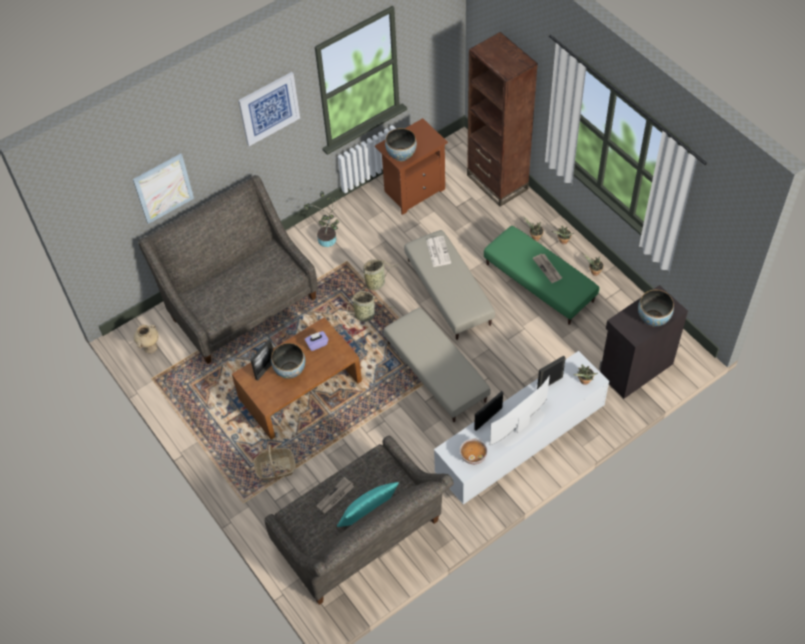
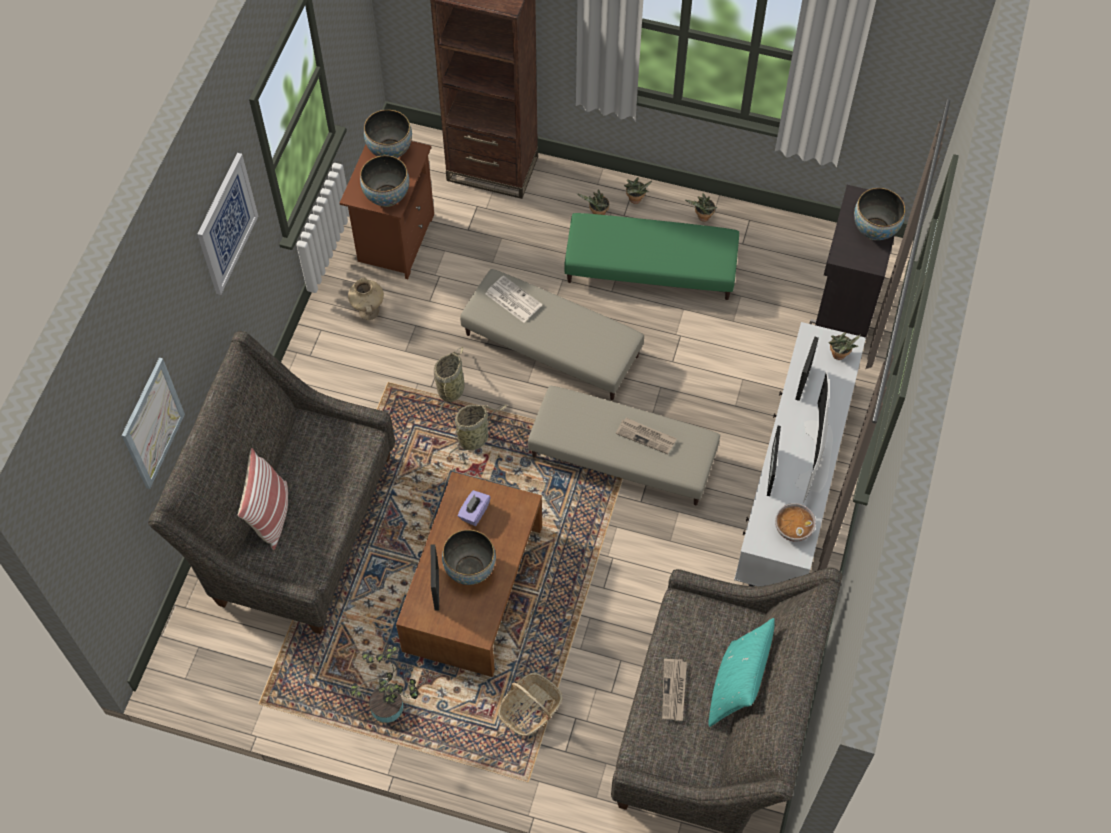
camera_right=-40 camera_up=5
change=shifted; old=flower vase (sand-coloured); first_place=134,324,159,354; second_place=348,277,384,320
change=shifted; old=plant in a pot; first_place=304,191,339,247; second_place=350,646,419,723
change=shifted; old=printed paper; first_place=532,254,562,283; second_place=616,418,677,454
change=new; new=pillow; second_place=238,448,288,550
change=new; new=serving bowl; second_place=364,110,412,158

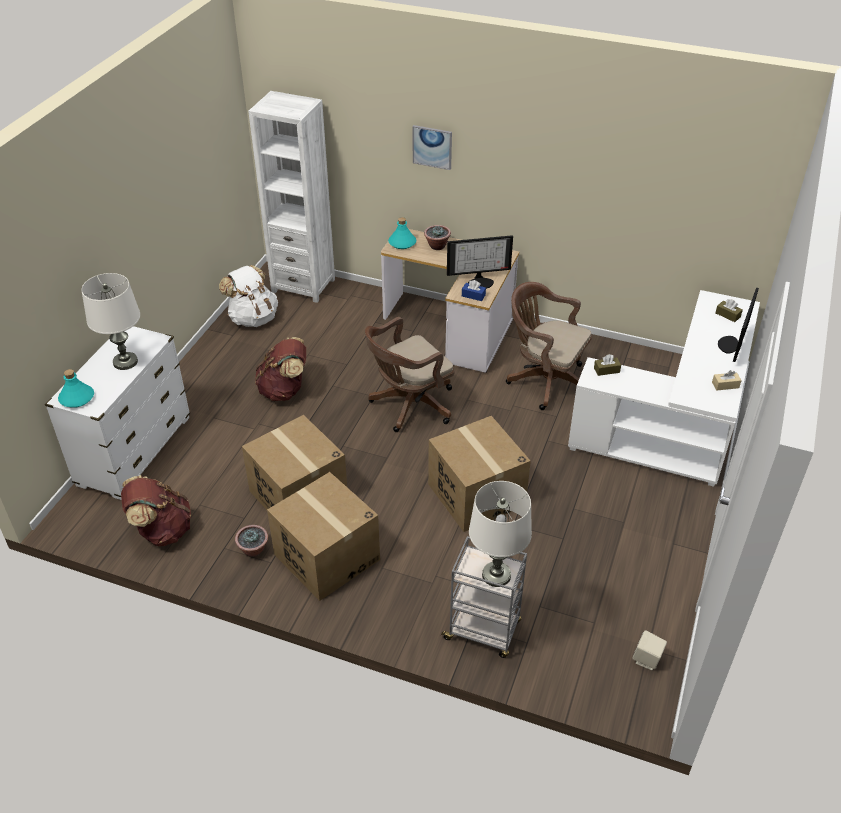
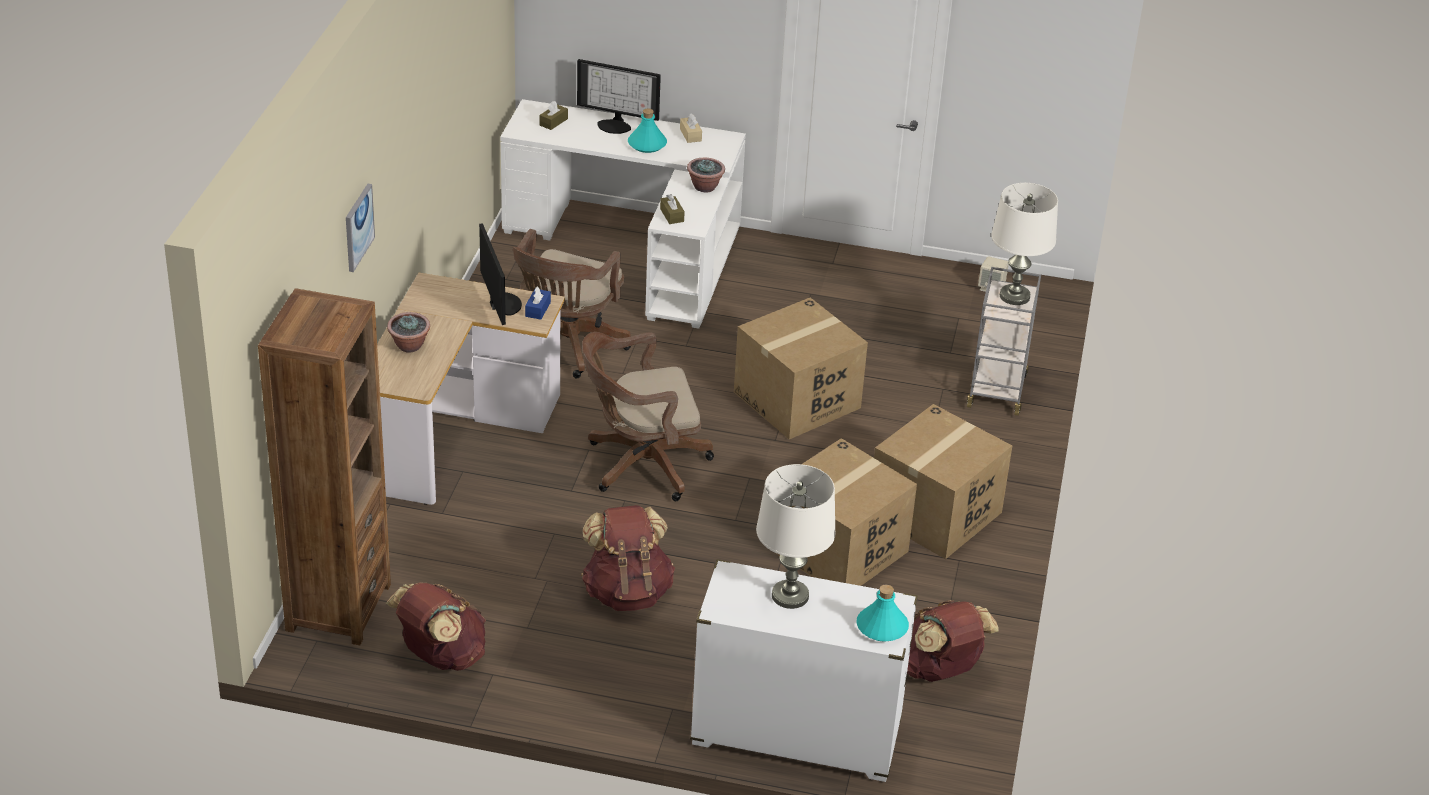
camera_right=-100 camera_up=-5
change=repainted; old=backpack (white-coloured); new=backpack (brownish); first_place=219,265,278,327; second_place=386,582,486,671
change=shifted; old=plant in a pot; first_place=235,525,268,557; second_place=687,158,725,193
change=repainted; old=bookshelf (white-coloured); new=bookshelf (brownish); first_place=248,91,335,303; second_place=258,288,391,645
change=rotated; old=office chair (brownish); first_place=365,317,455,432; second_place=582,332,714,501; degrees=120
change=shifted; old=drink bottle (blue-green); first_place=388,217,416,249; second_place=628,109,667,153

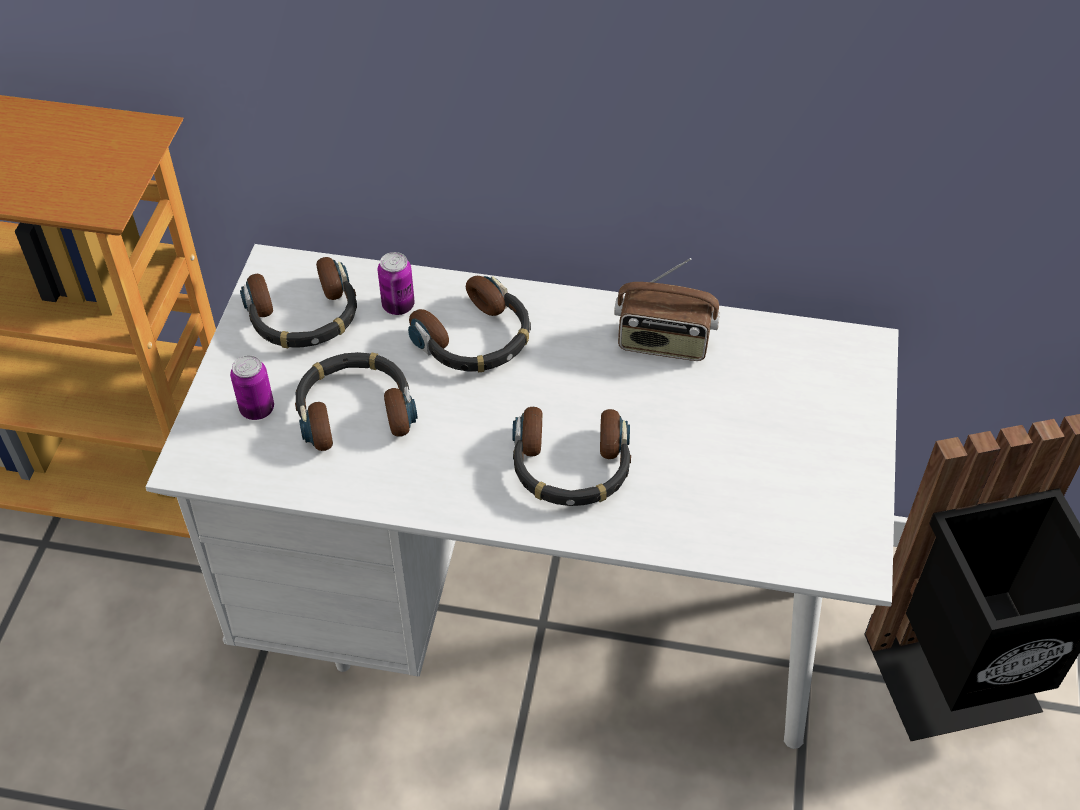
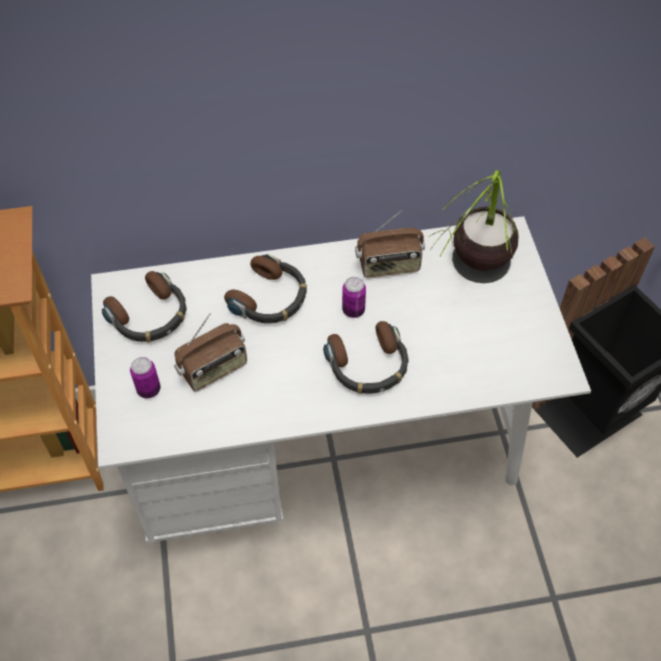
camera_right=-20 camera_up=5
change=swapped; old=headset; new=radio receiver; first_place=295,352,418,451; second_place=174,313,247,392
change=shifted; old=can; first_place=378,252,415,315; second_place=342,277,366,318
change=new; new=plant in a pot; second_place=429,170,519,283

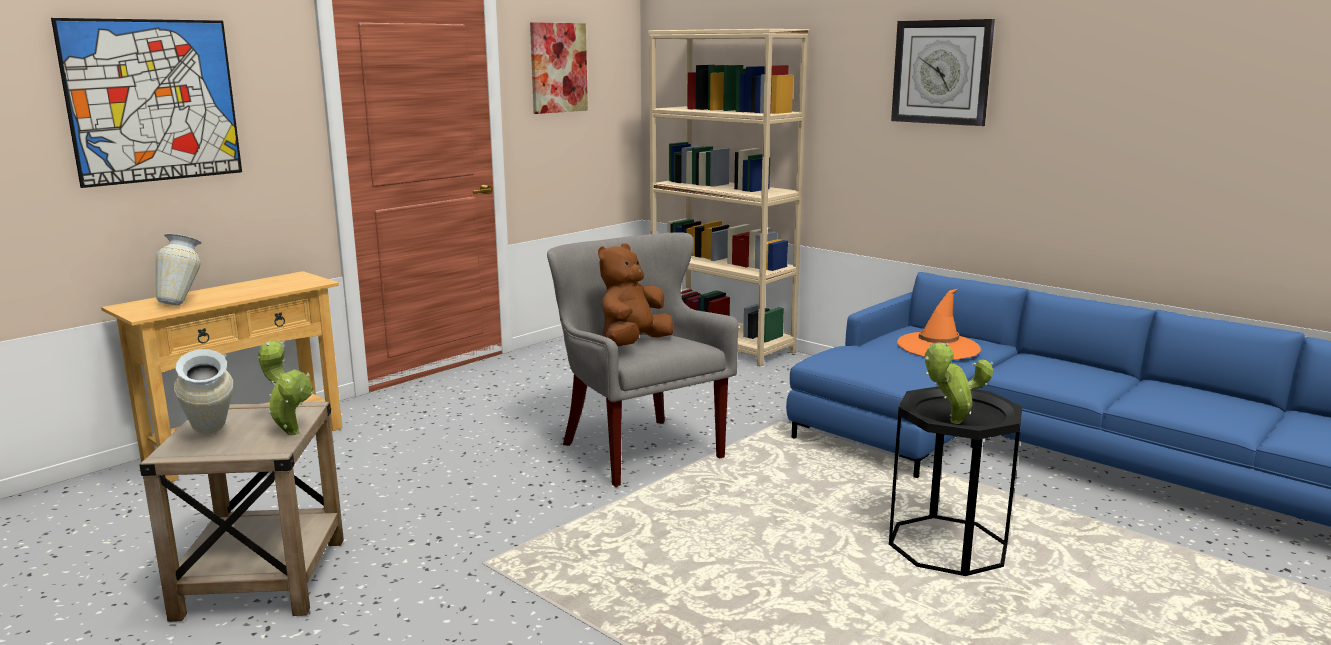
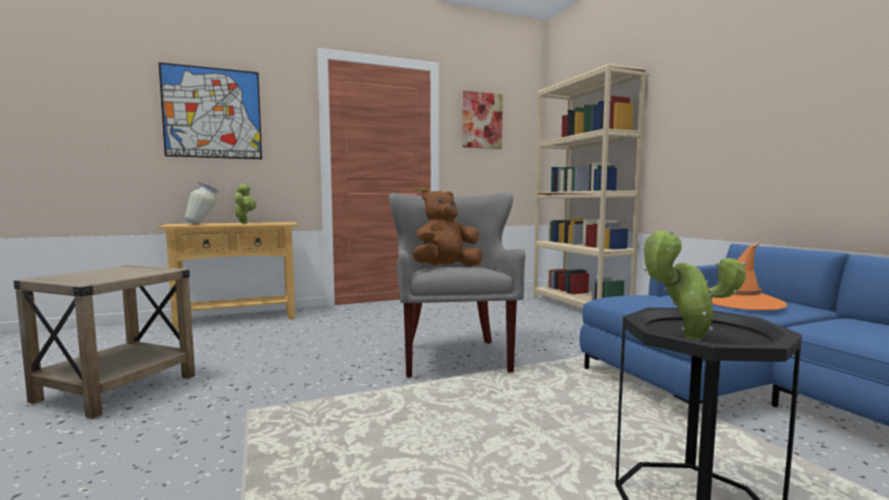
camera_right=25 camera_up=-10
change=gone; old=flower vase; first_place=174,349,233,434
change=shifted; old=plant in a pot; first_place=258,341,313,435; second_place=233,183,256,224
change=gone; old=wall clock; first_place=891,19,995,126

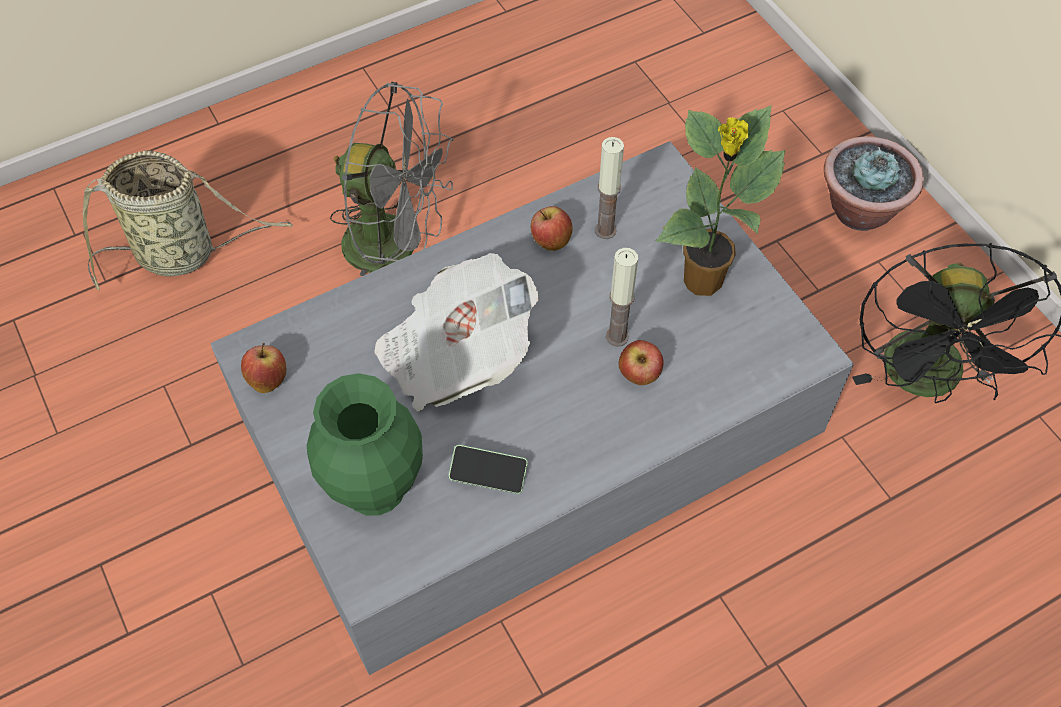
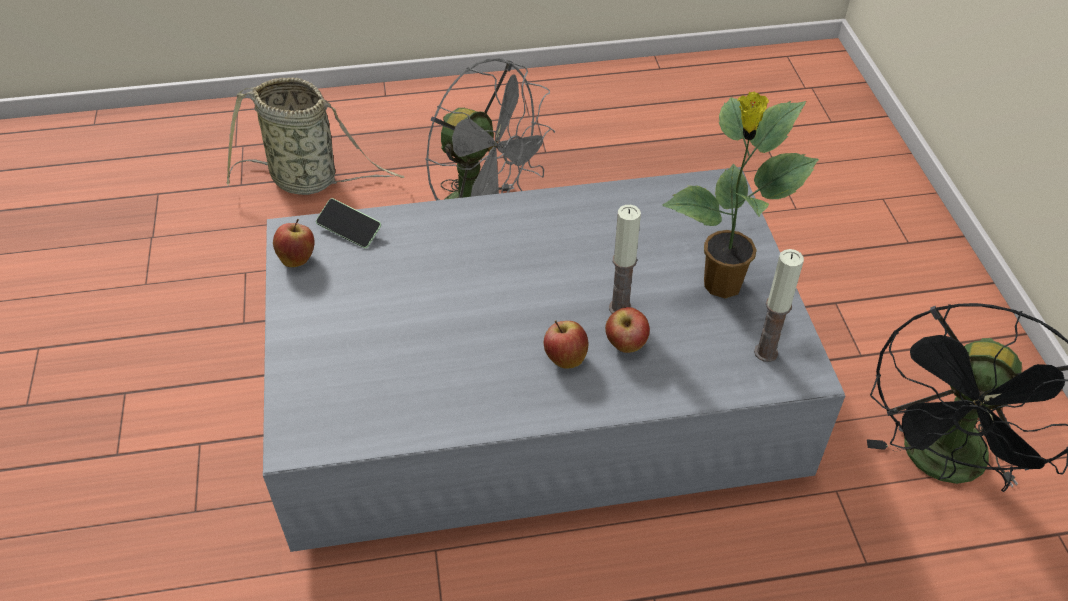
camera_right=20 camera_up=-10
change=gone; old=flower vase (green-coloured); first_place=307,373,423,516
change=gone; old=printed paper; first_place=374,253,539,412
change=shifted; old=phone; first_place=449,445,528,494; second_place=316,198,381,248
change=shifted; old=whole apple; first_place=531,206,573,251; second_place=544,320,589,369
change=shifted; old=candle; first_place=595,137,624,239; second_place=754,249,804,362
change=gone; old=plant in a pot; first_place=824,136,924,231

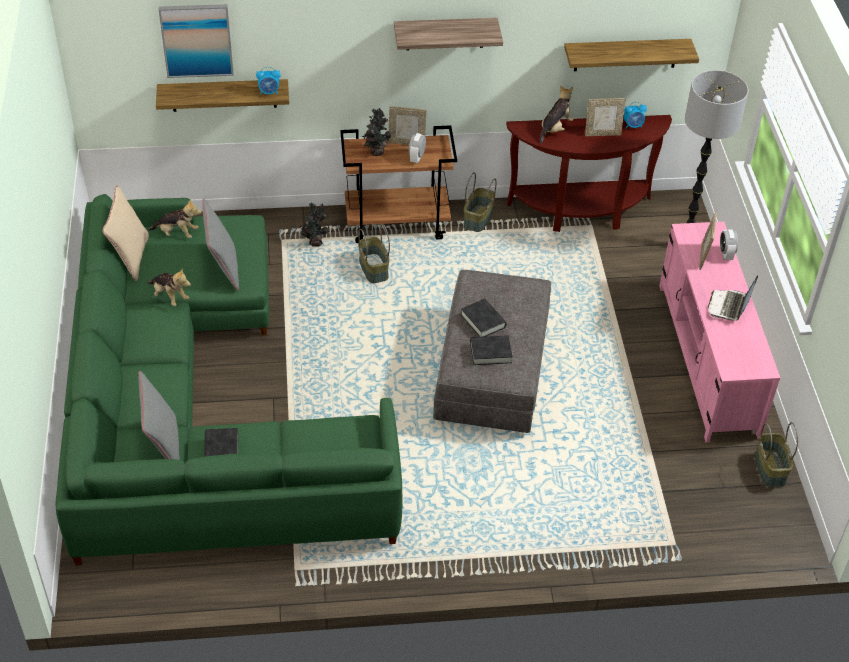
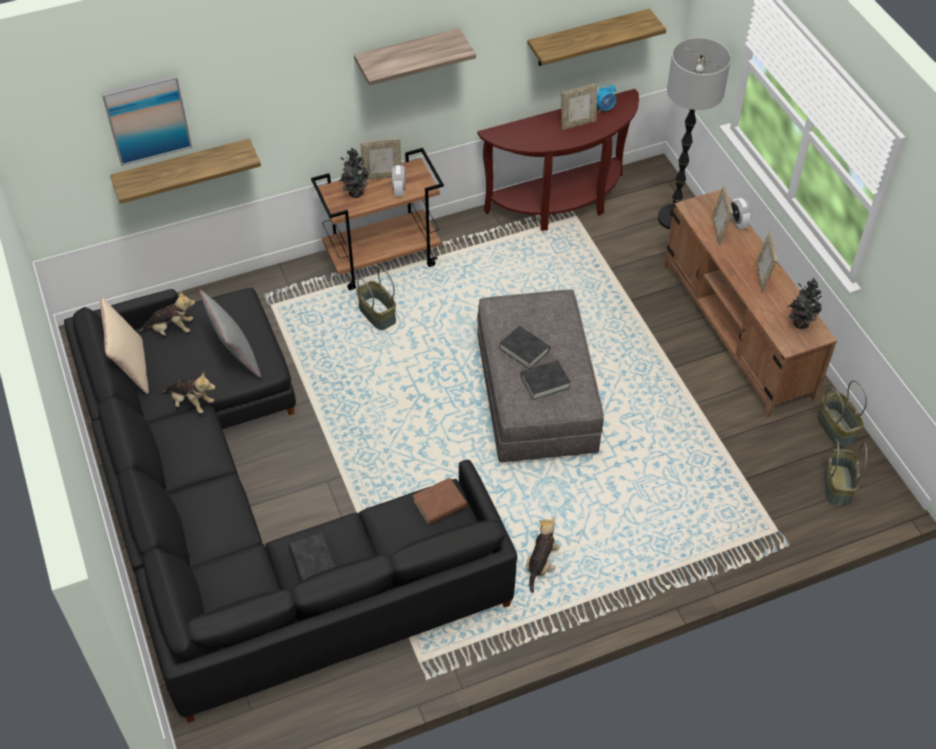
camera_right=-15 camera_up=5
change=repainted; old=settee (green-coloured); new=settee (black-coloured); first_place=56,194,402,566; second_place=64,287,517,723
change=gone; old=pillow (greyish); first_place=139,371,180,460
change=gone; old=bedside clock; first_place=256,67,281,95
change=shifted; old=plant in a pot; first_place=299,203,329,247; second_place=787,278,822,329
change=shifted; old=basket; first_place=463,172,497,232; second_place=825,439,867,506
change=shifted; old=cuddly toy; first_place=540,86,573,144; second_place=526,517,560,593
change=repainted; old=media console (pink); new=media console (brownish); first_place=659,222,780,443; second_place=664,189,837,417
change=swapped; old=notebook computer; new=photo frame; first_place=708,275,758,321; second_place=756,230,777,293
change=new; new=volume (brownish); second_place=412,478,467,525

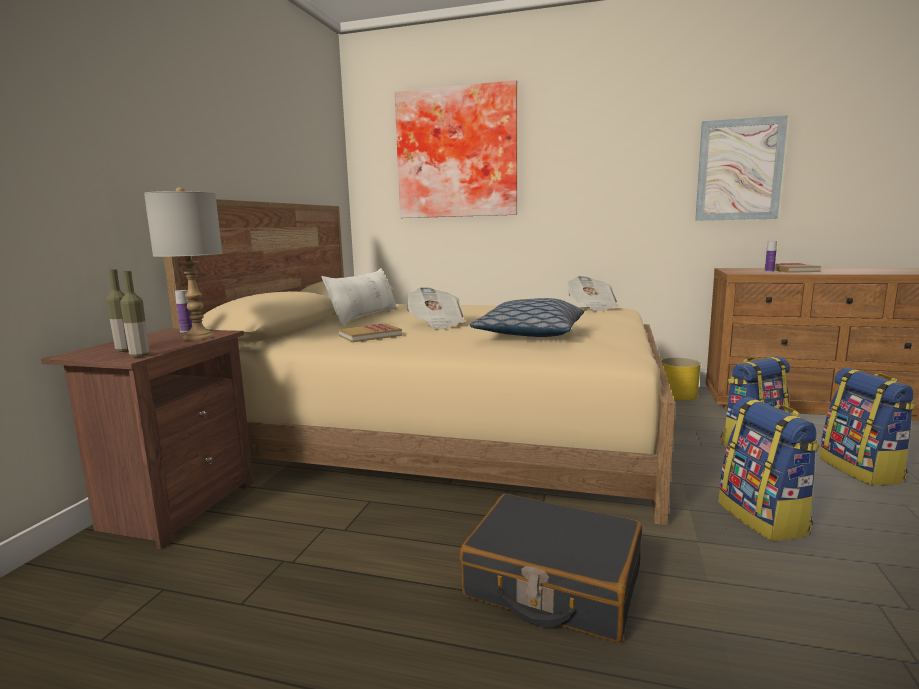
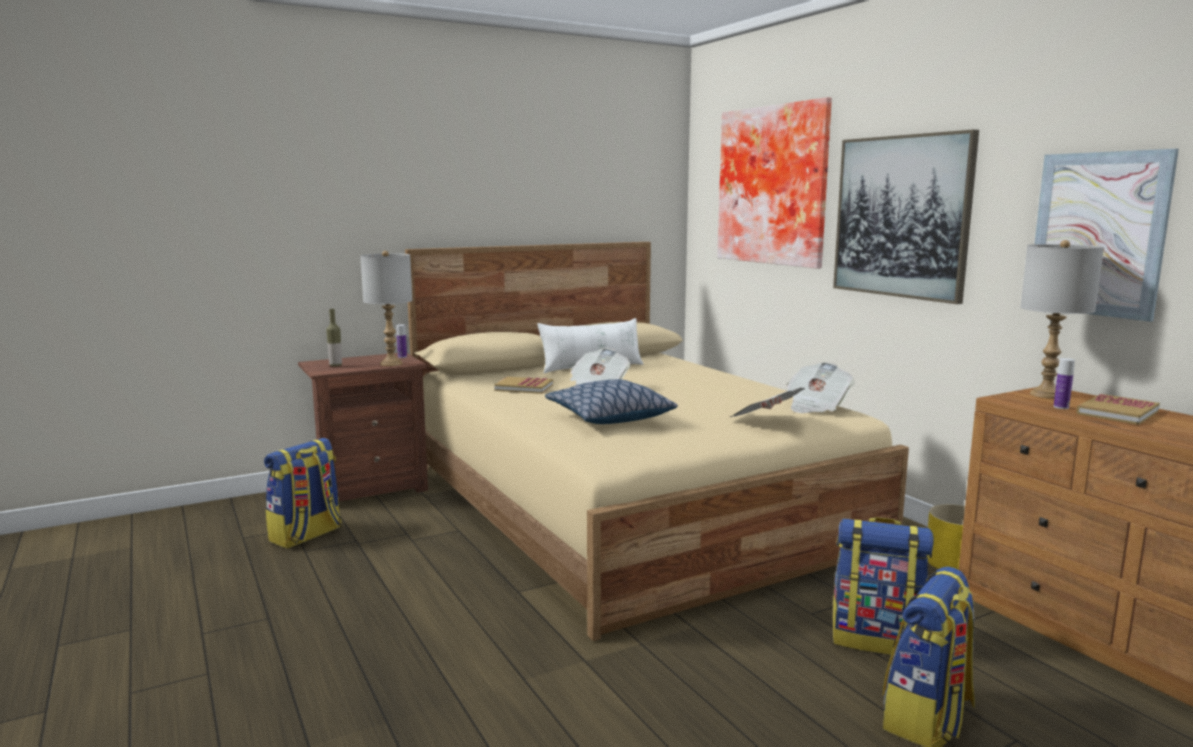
camera_right=45 camera_up=0
change=gone; old=drink bottle; first_place=120,271,149,358
change=gone; old=piece of luggage (black-coloured); first_place=460,493,642,643
change=shifted; old=backpack; first_place=719,397,820,541; second_place=264,438,342,549
change=new; new=printed paper; second_place=730,387,805,417
change=new; new=picture; second_place=833,130,979,304
change=new; new=tabletop lamp (greyish); second_place=1020,240,1104,399

